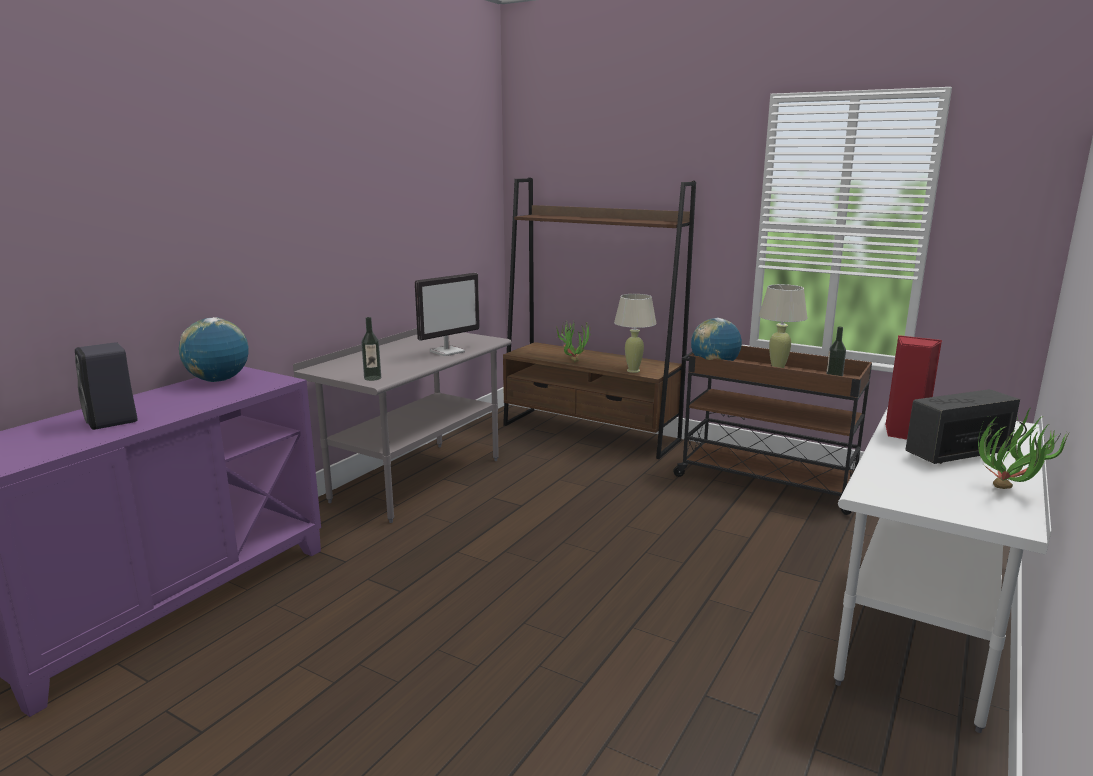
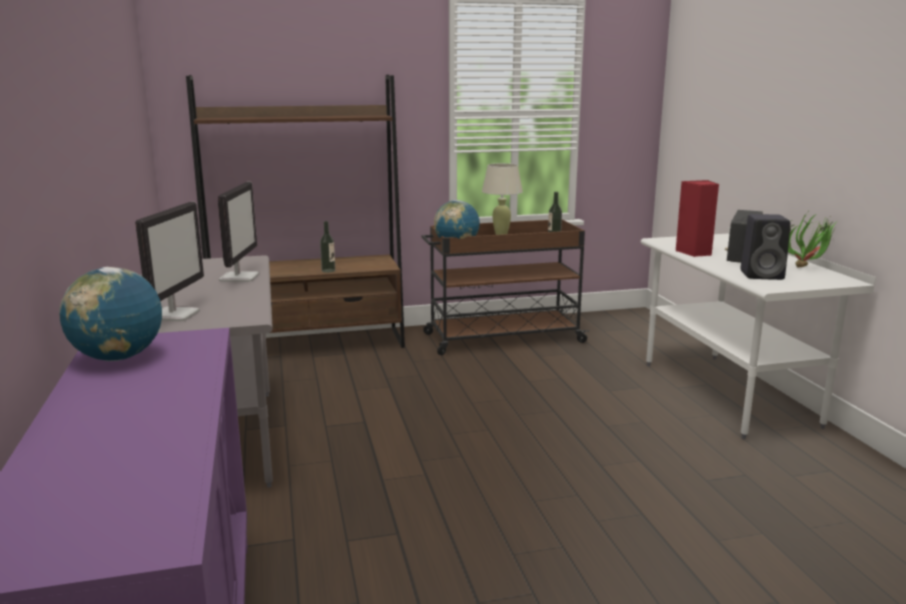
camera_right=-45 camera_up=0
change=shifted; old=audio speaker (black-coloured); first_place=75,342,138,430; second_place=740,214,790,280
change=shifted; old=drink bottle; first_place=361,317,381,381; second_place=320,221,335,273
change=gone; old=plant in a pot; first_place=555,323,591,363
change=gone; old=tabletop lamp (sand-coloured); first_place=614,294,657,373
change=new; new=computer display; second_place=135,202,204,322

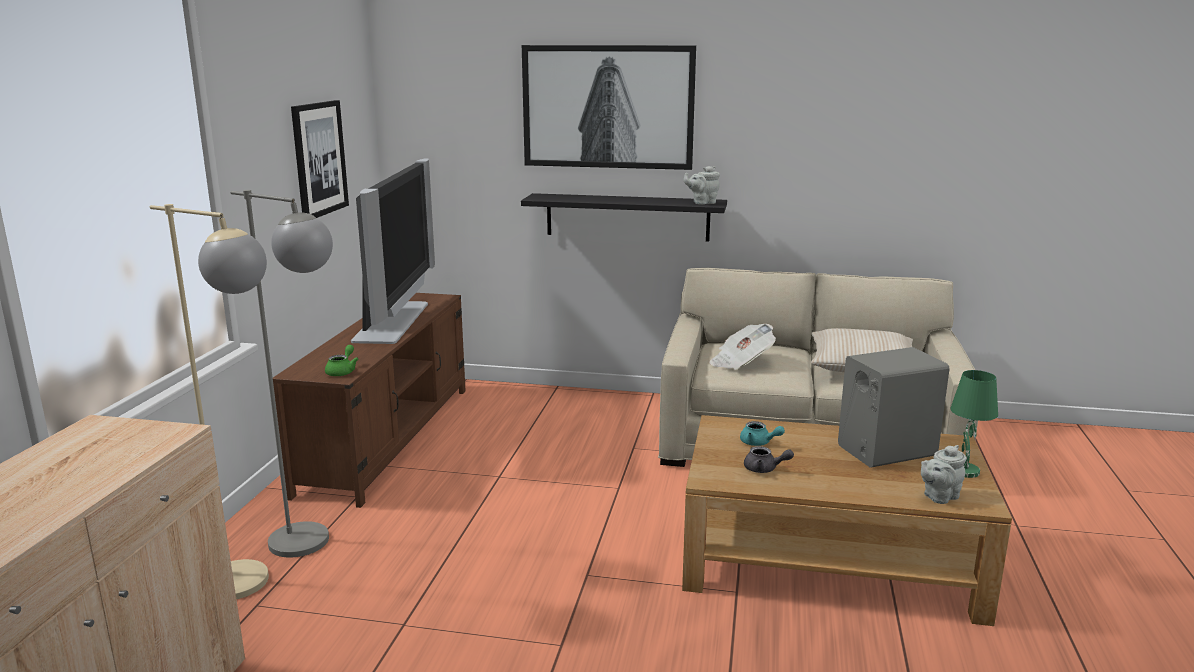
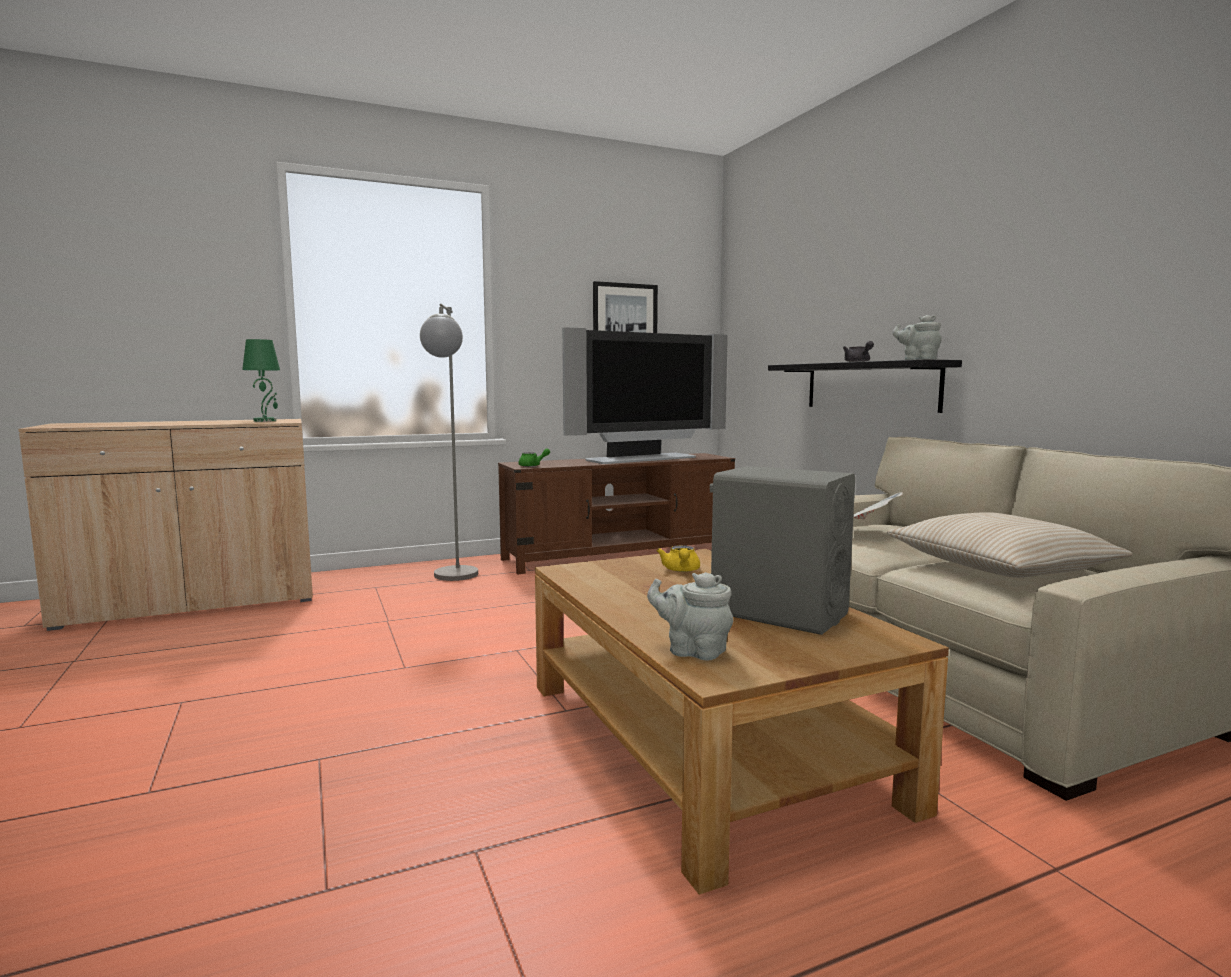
camera_right=55 camera_up=-10
change=gone; old=standard lamp (sand-coloured); first_place=150,204,269,599
change=gone; old=picture; first_place=522,45,696,170
change=repainted; old=tea pot (blue-green); new=tea pot (yellow-coloured); first_place=740,421,785,446; second_place=657,545,700,572
change=shifted; old=tea pot (greyish); first_place=744,446,794,473; second_place=843,341,874,362
change=shifted; old=tabletop lamp (green-coloured); first_place=950,370,998,478; second_place=242,339,280,422

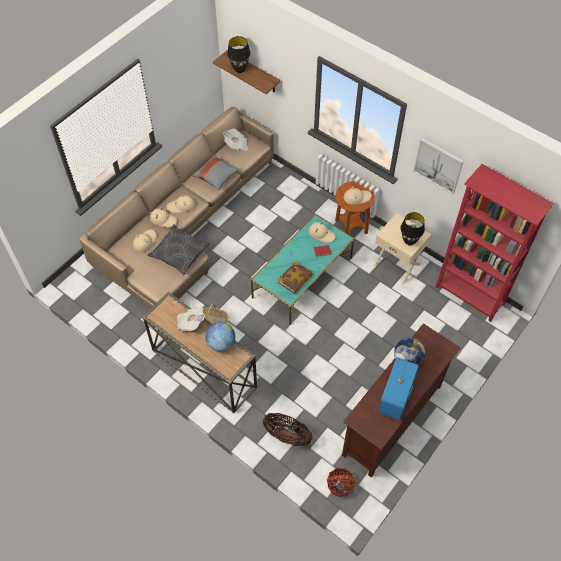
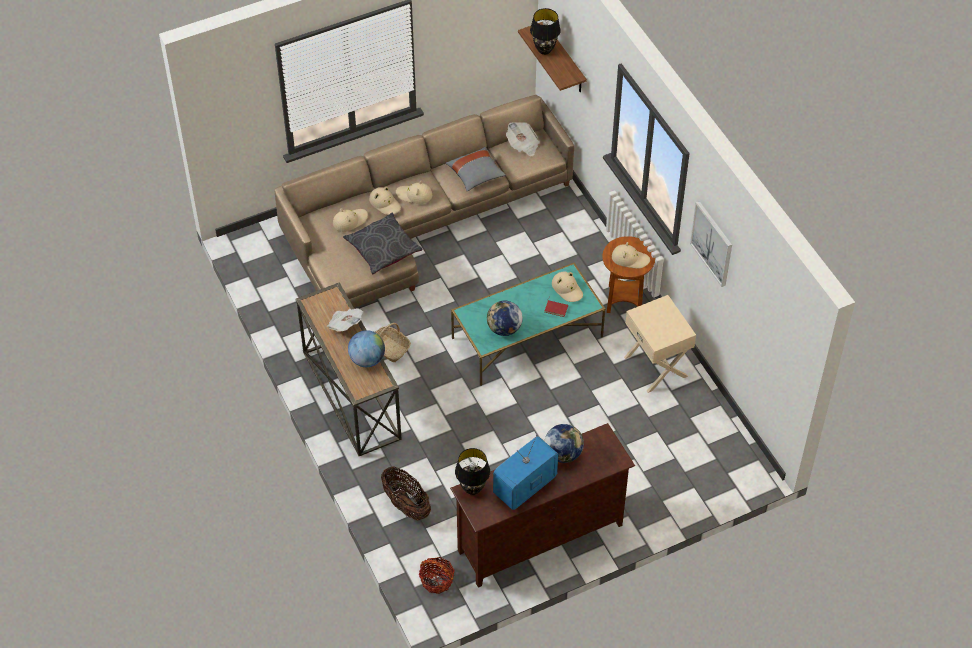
camera_right=25 camera_up=-5
change=swapped; old=volume; new=globe; first_place=278,261,313,294; second_place=487,301,523,336
change=shifted; old=tabletop lamp (black-coloured); first_place=400,212,425,245; second_place=455,448,490,495
change=gone; old=bookshelf (red); first_place=436,164,554,322

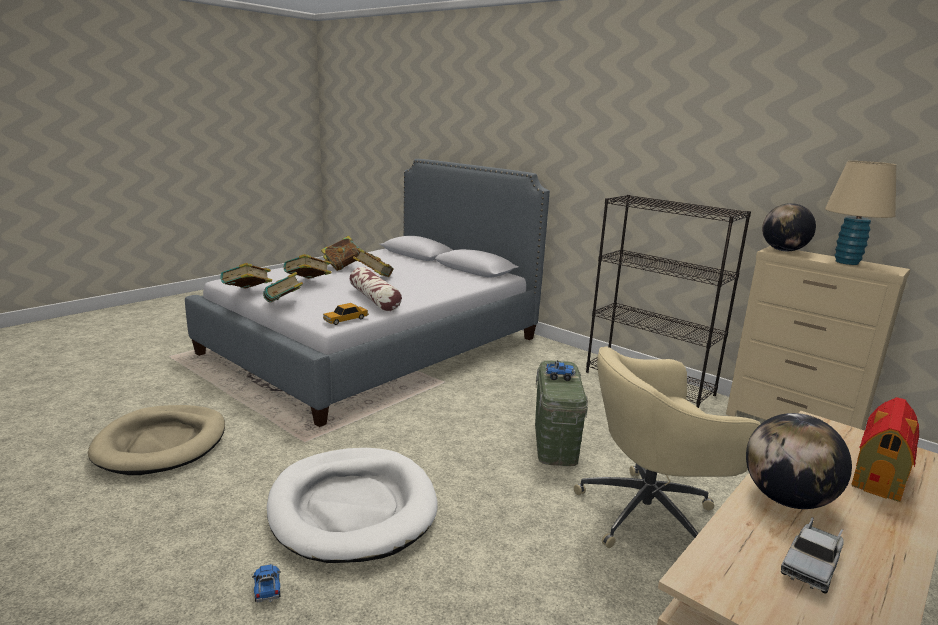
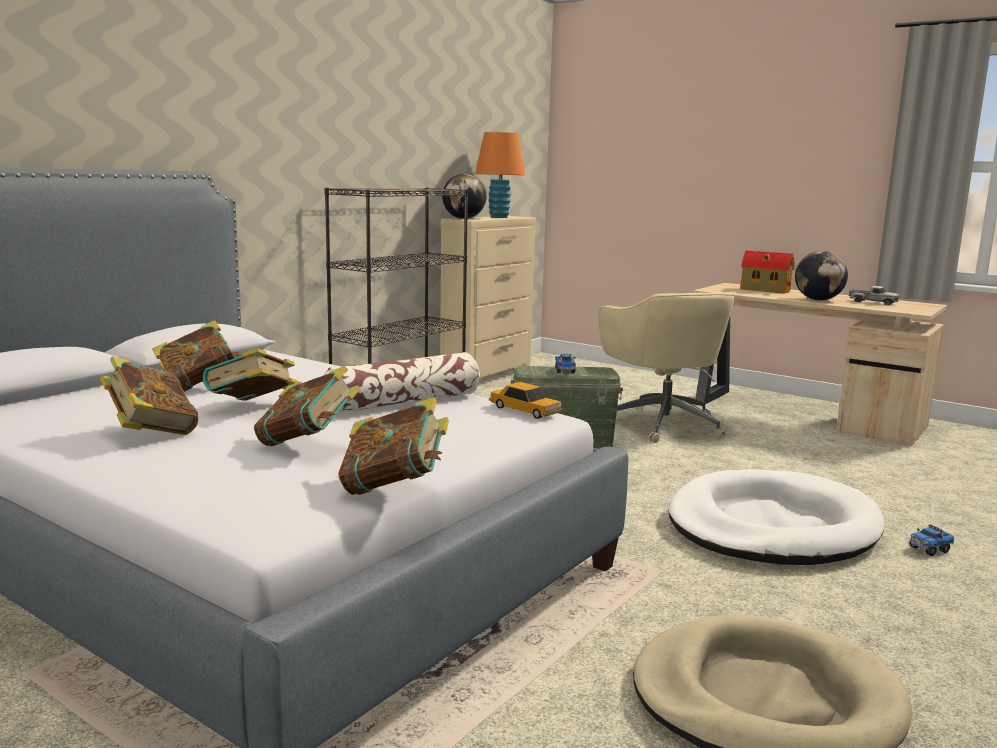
camera_right=-95 camera_up=-5
change=shifted; old=volume; first_place=263,272,303,302; second_place=152,320,241,392
change=repainted; old=tabletop lamp (sand-coloured); new=tabletop lamp (orange); first_place=825,161,896,265; second_place=475,132,525,218

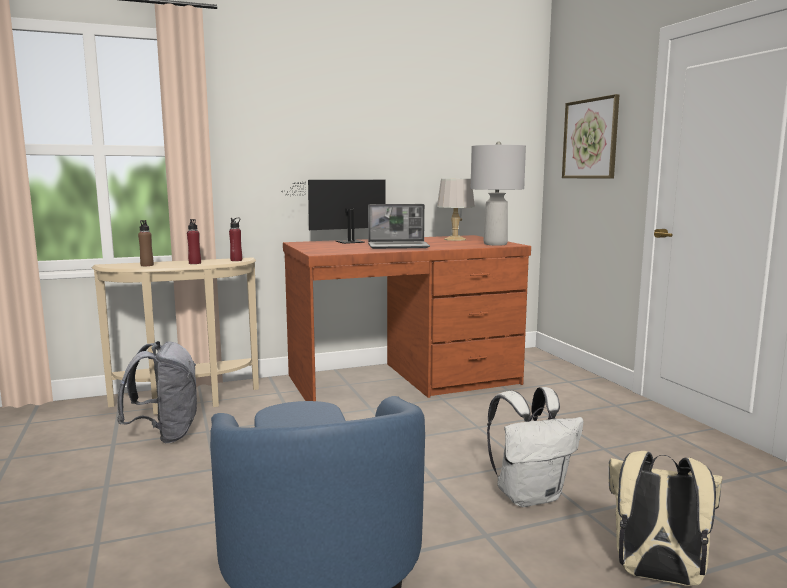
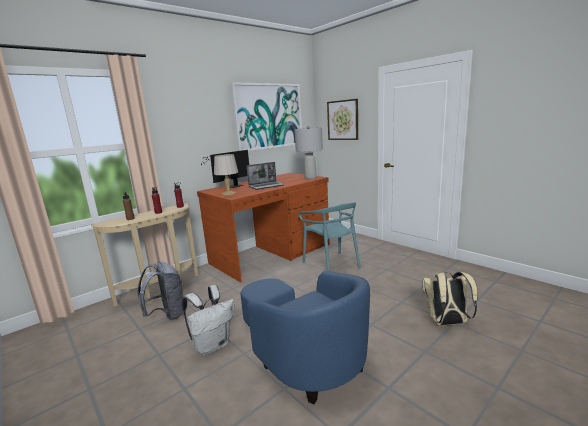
camera_right=-20 camera_up=5
change=shifted; old=tabletop lamp (greyish); first_place=437,179,475,241; second_place=214,154,238,195
change=shifted; old=backpack (white-coloured); first_place=487,387,584,507; second_place=182,285,234,355
change=new; new=picture; second_place=230,82,302,151
change=new; new=upright chair (blue-green); second_place=298,202,361,271

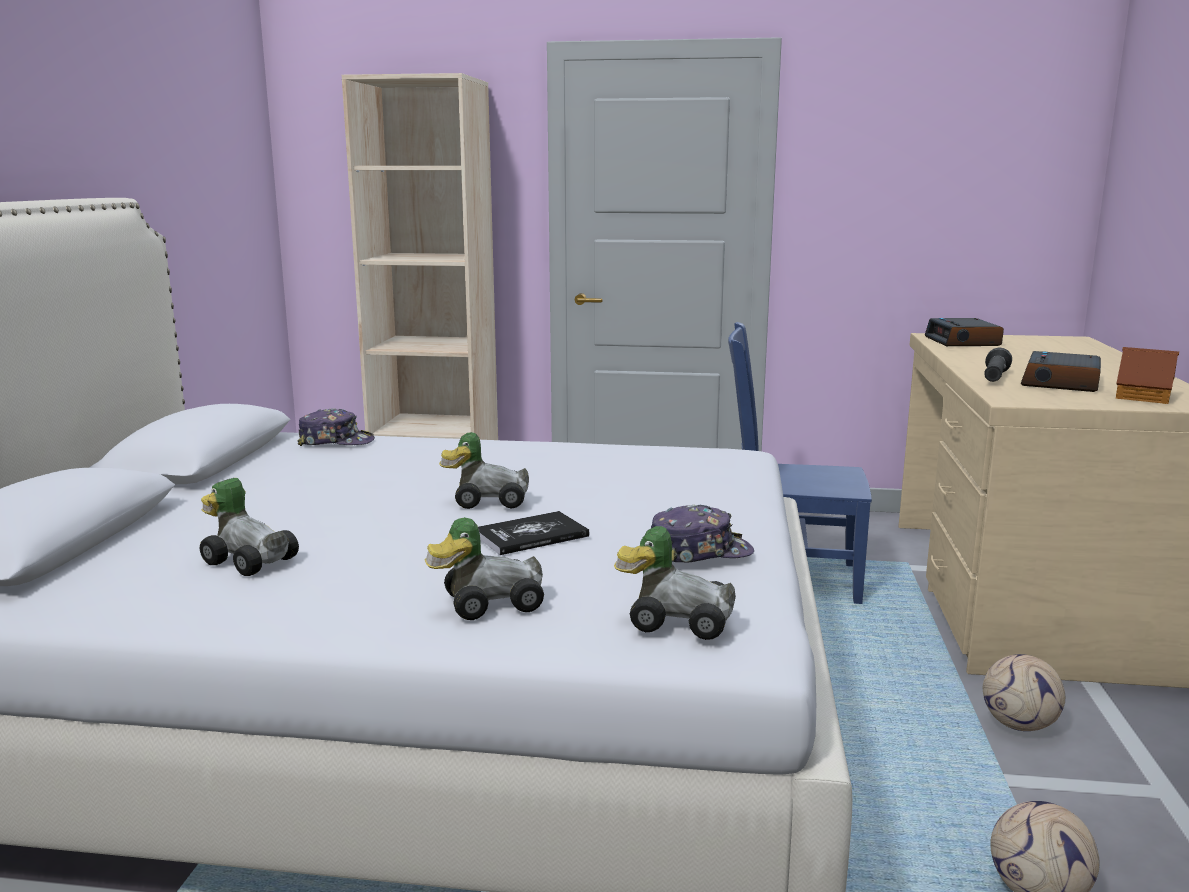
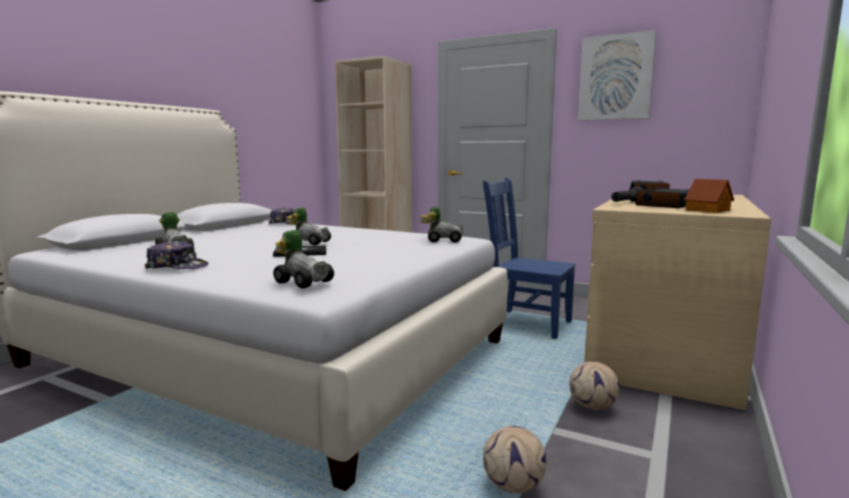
camera_right=20 camera_up=-5
change=shifted; old=model car; first_place=424,517,544,620; second_place=420,206,463,243
change=shifted; old=baseball cap; first_place=651,505,754,563; second_place=145,241,208,269
change=new; new=picture; second_place=578,30,656,120

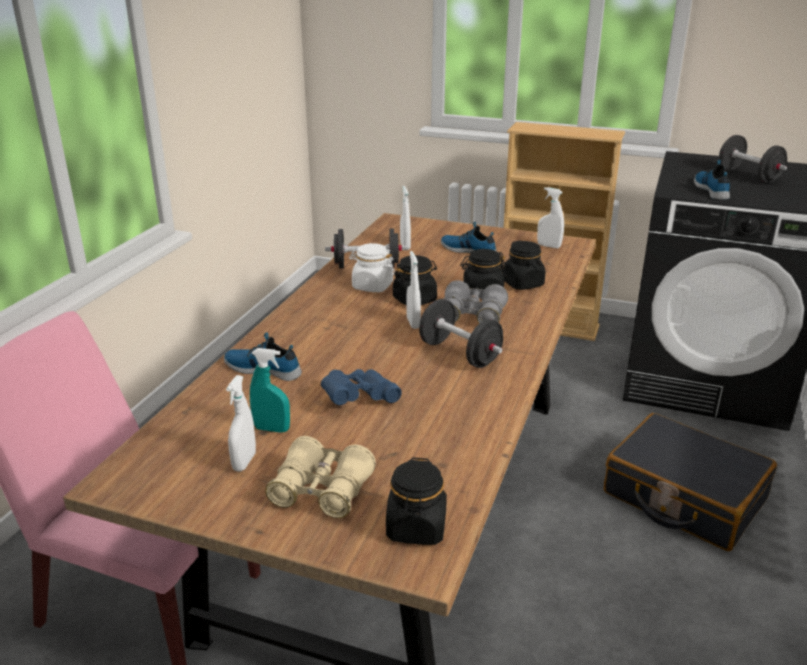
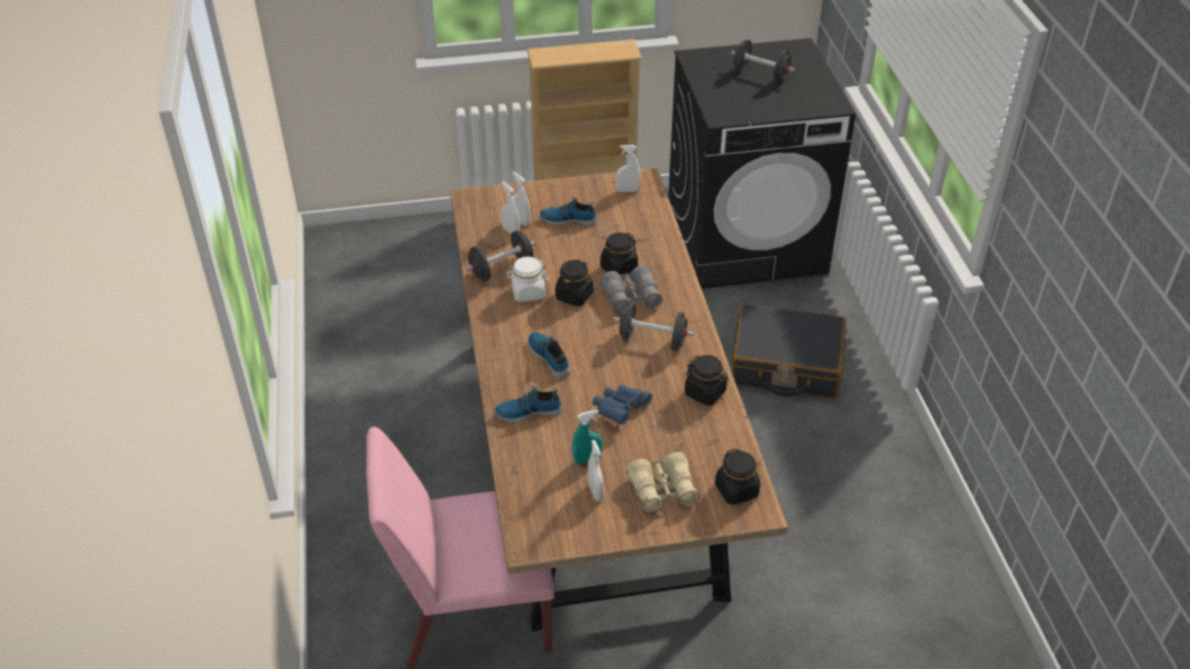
camera_right=-30 camera_up=15
change=shifted; old=hand sprayer (white-coloured); first_place=406,251,421,329; second_place=512,171,530,226
change=shifted; old=storage jar (black-coloured); first_place=503,240,546,290; second_place=685,355,729,406
change=shifted; old=shoe; first_place=694,160,730,200; second_place=528,332,570,378

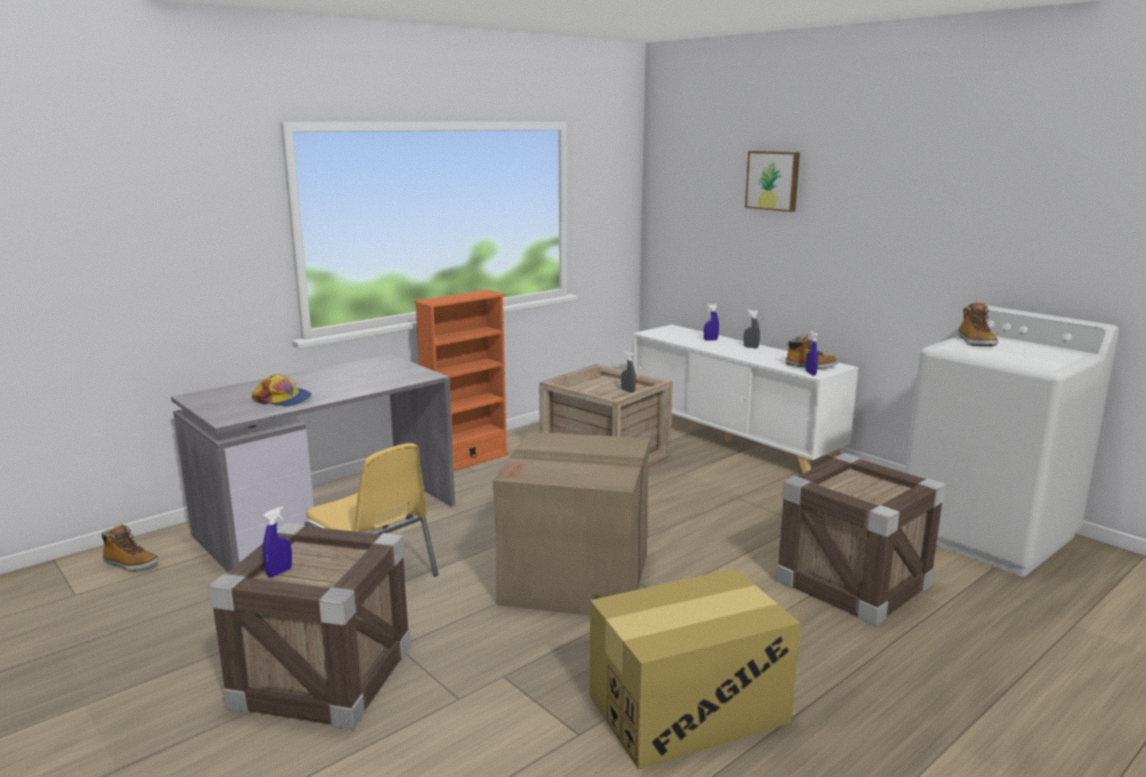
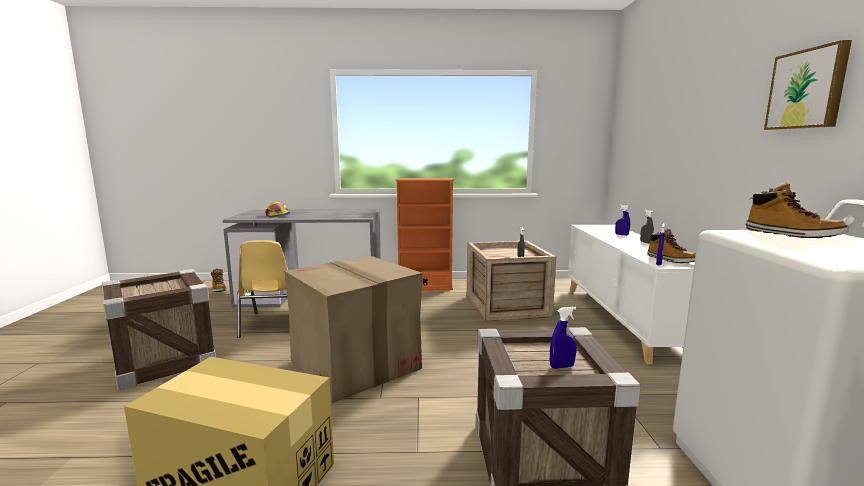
camera_right=40 camera_up=-5
change=shifted; old=hand sprayer (blue-coloured); first_place=263,506,292,577; second_place=550,307,577,369
change=shifted; old=picture; first_place=745,151,800,212; second_place=764,40,852,130
change=rotated; old=boot; first_place=959,301,998,347; second_place=746,182,849,238; degrees=-90

